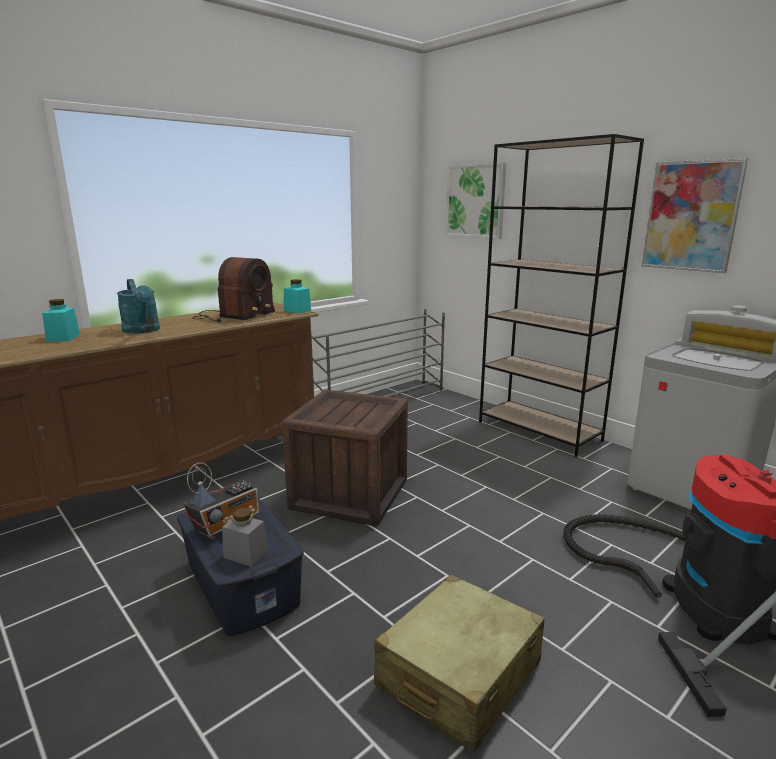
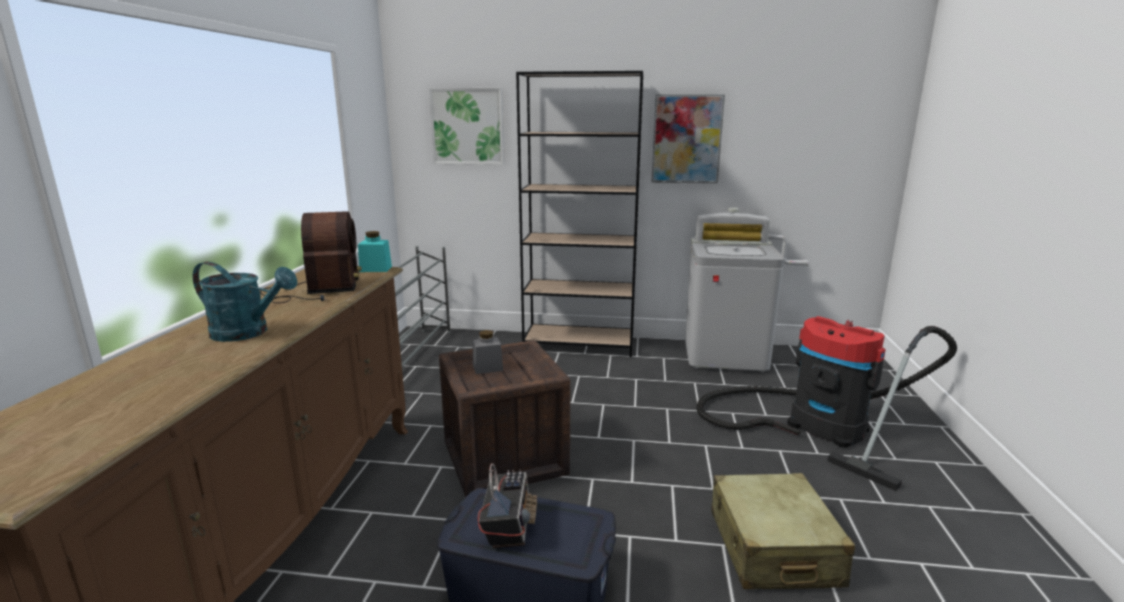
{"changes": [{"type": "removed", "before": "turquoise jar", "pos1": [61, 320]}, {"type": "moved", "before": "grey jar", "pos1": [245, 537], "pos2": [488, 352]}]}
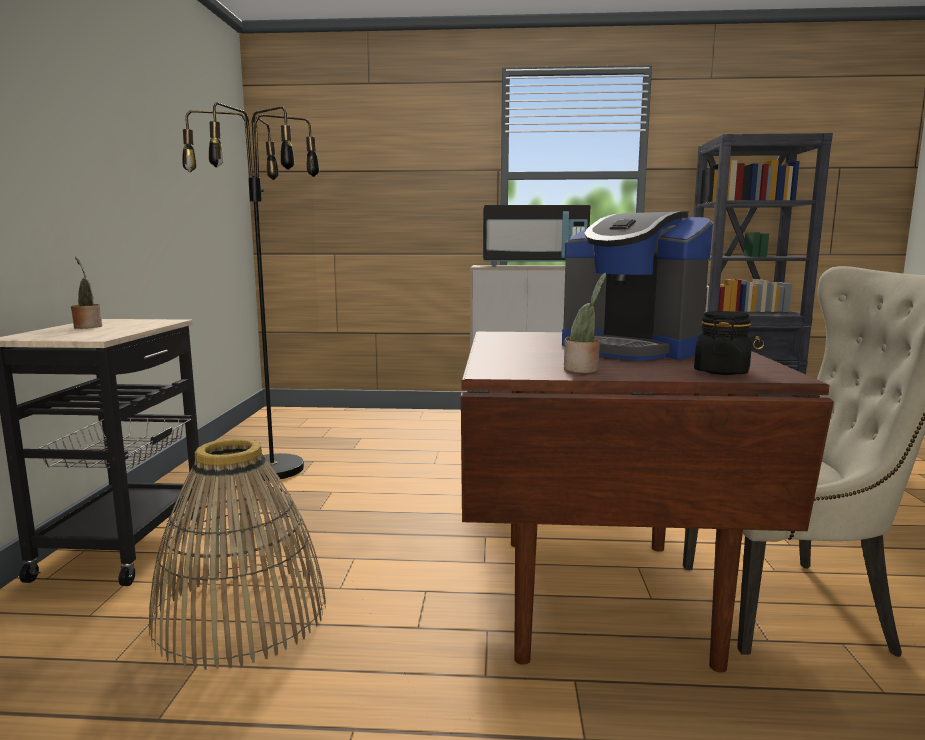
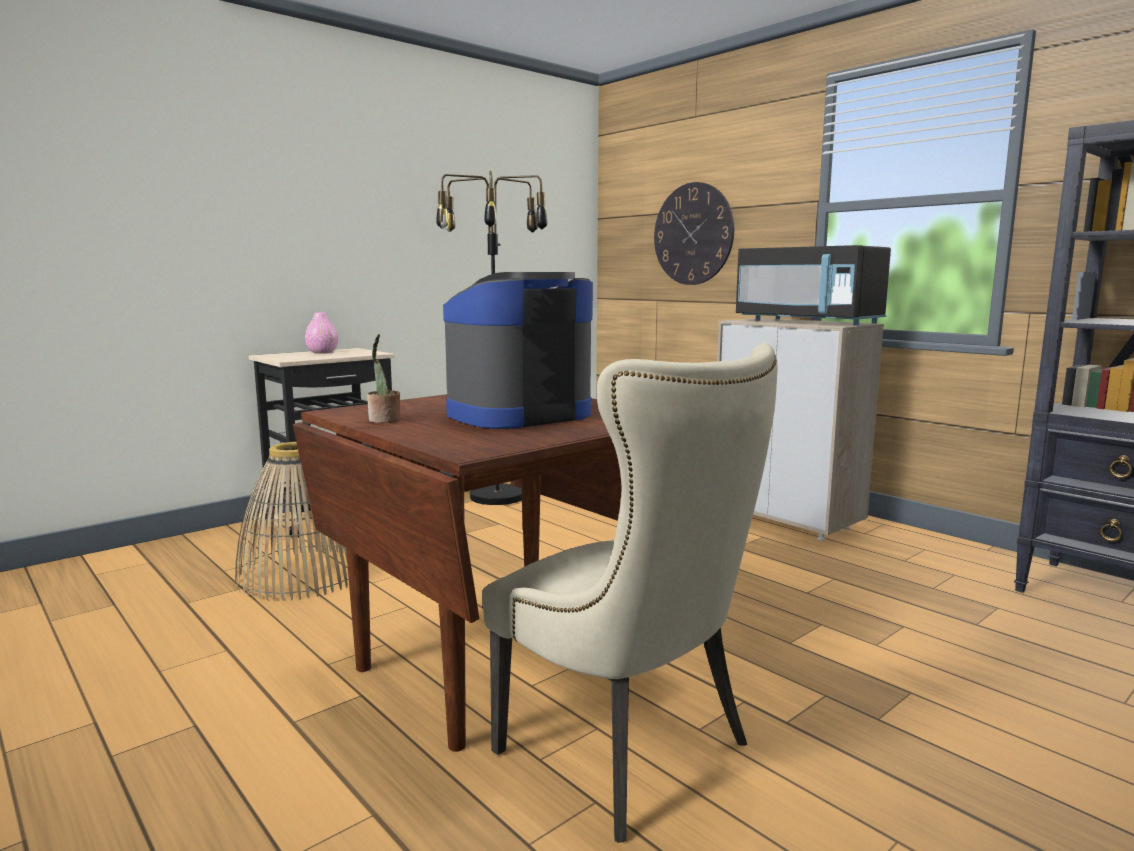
{"changes": [{"type": "turned", "before": "coffee machine", "pos1": [637, 286], "pos2": [518, 350], "turn": 60}, {"type": "replaced", "before": "potted plant", "after": "pink vase", "pos1": [86, 293], "pos2": [321, 333]}, {"type": "removed", "before": "black jar", "pos1": [723, 343]}, {"type": "added", "after": "wall clock", "pos2": [694, 233]}]}
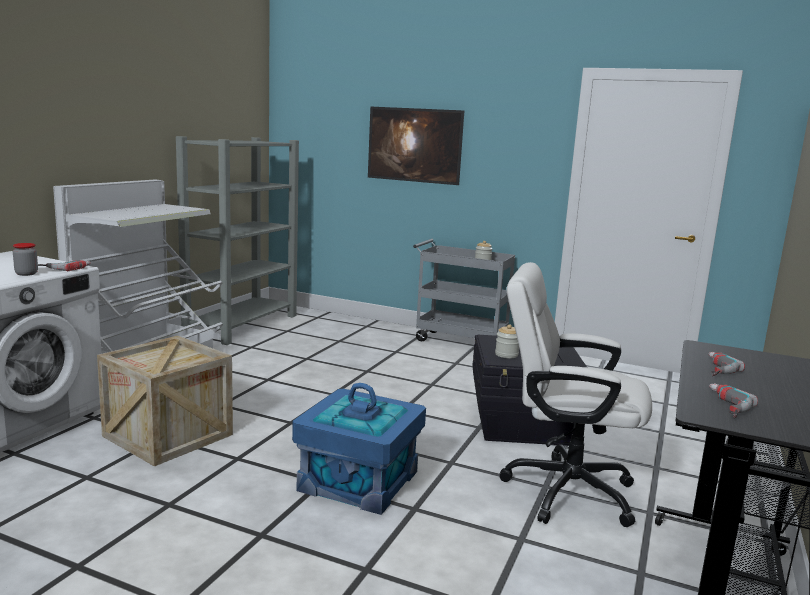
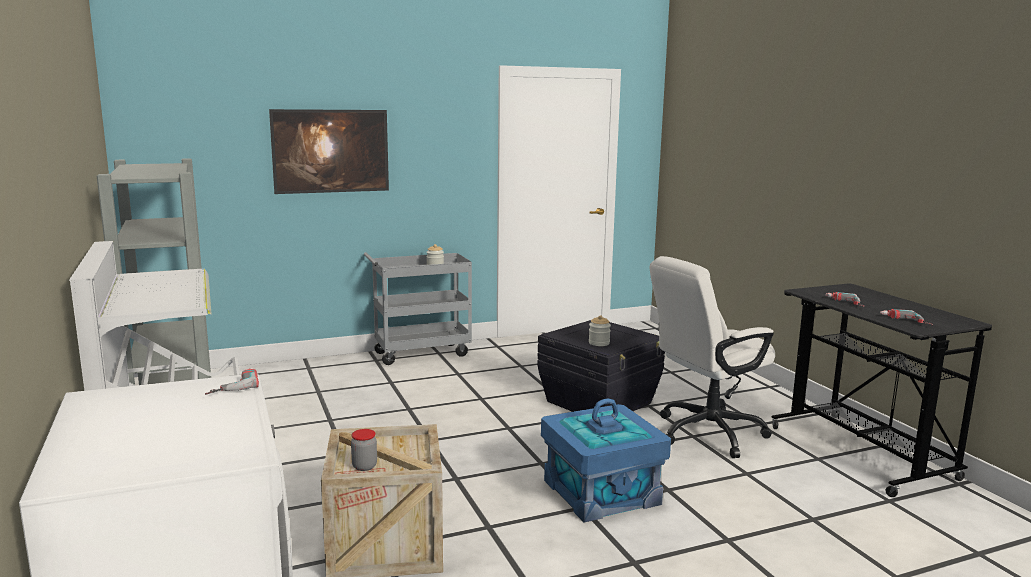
{"changes": [{"type": "moved", "before": "jar", "pos1": [25, 259], "pos2": [364, 450]}]}
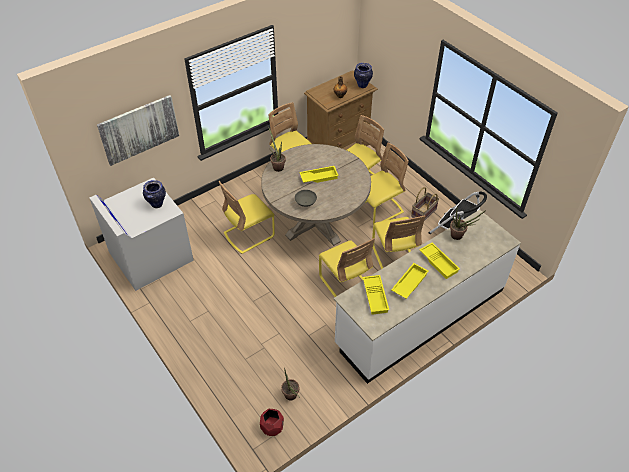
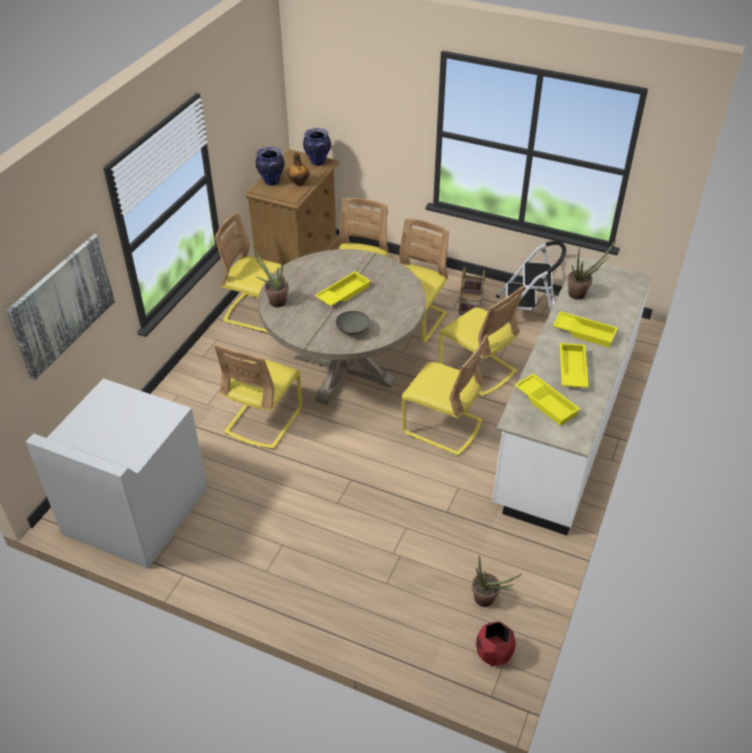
{"changes": [{"type": "moved", "before": "vase", "pos1": [154, 194], "pos2": [270, 166]}]}
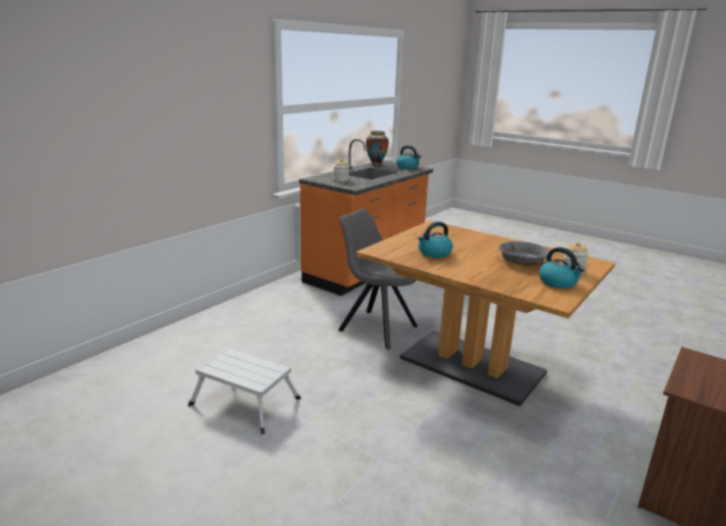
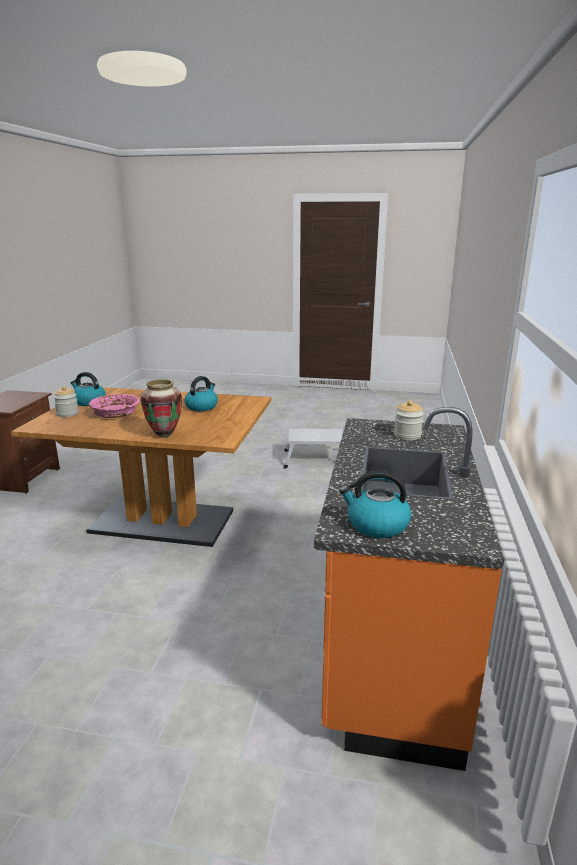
{"changes": [{"type": "moved", "before": "vase", "pos1": [377, 148], "pos2": [161, 408]}, {"type": "removed", "before": "grey chair", "pos1": [378, 279]}, {"type": "recoloured", "before": "grey bowl", "after": "pink bowl", "pos1": [523, 253], "pos2": [114, 406]}]}
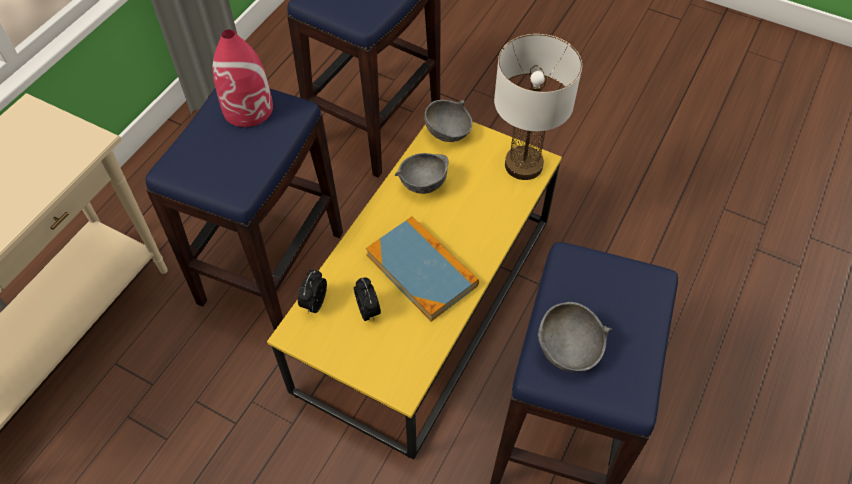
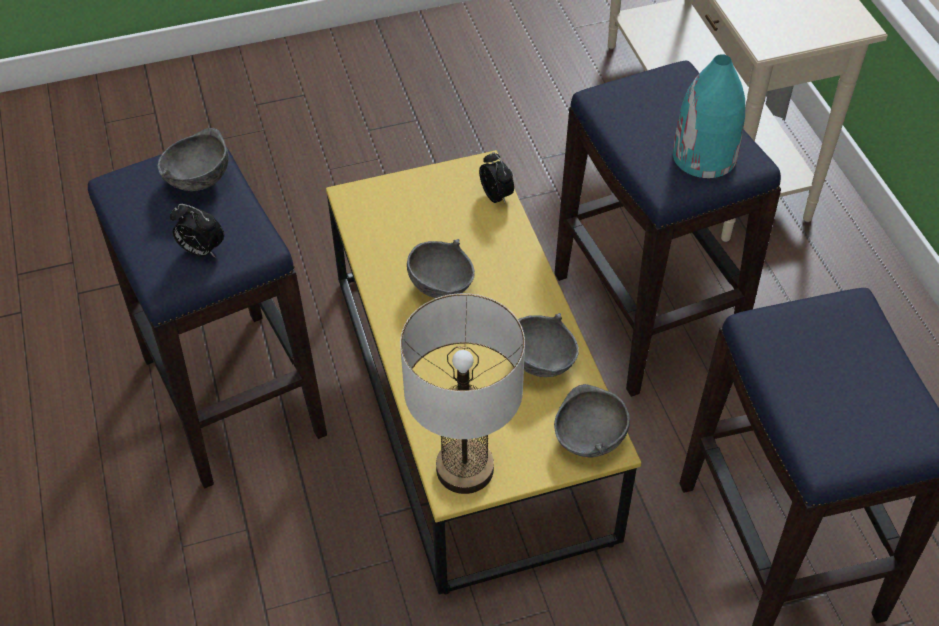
{"changes": [{"type": "recoloured", "before": "red vase", "after": "turquoise vase", "pos1": [243, 78], "pos2": [709, 116]}, {"type": "replaced", "before": "book", "after": "grey bowl", "pos1": [422, 268], "pos2": [441, 268]}, {"type": "moved", "before": "alarm clock", "pos1": [367, 299], "pos2": [197, 230]}]}
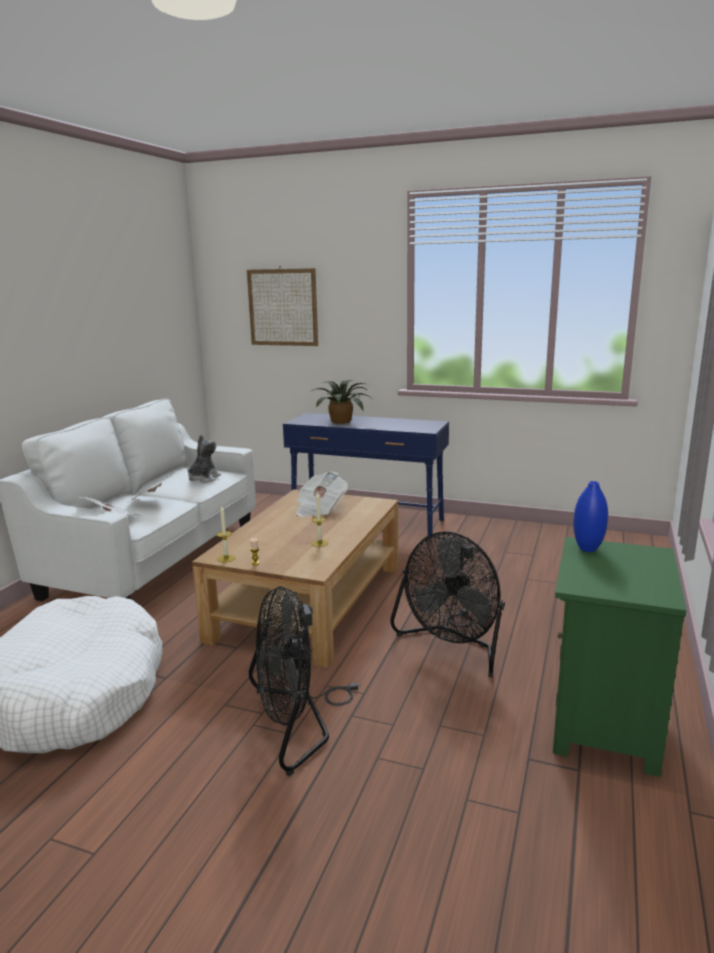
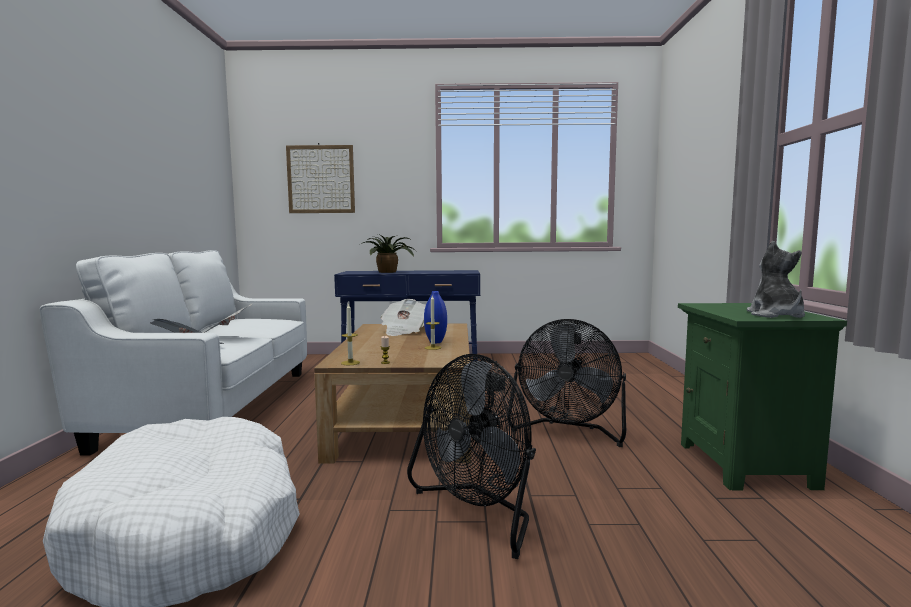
{"changes": [{"type": "moved", "before": "plush toy", "pos1": [204, 458], "pos2": [775, 279]}, {"type": "moved", "before": "blue vase", "pos1": [590, 516], "pos2": [435, 317]}]}
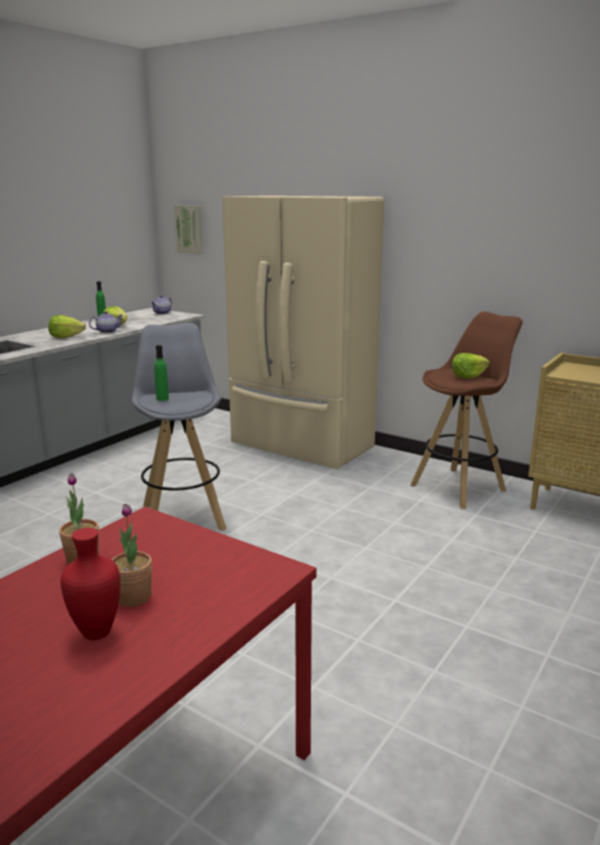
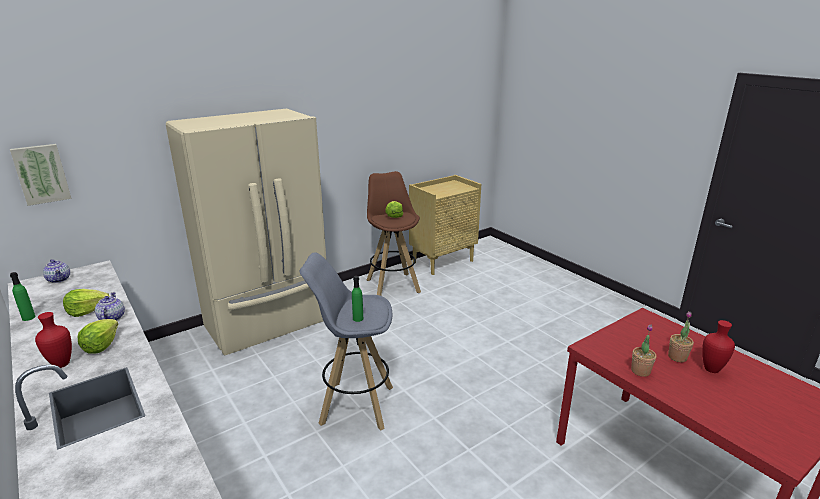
{"changes": [{"type": "added", "after": "red vase", "pos2": [53, 340]}]}
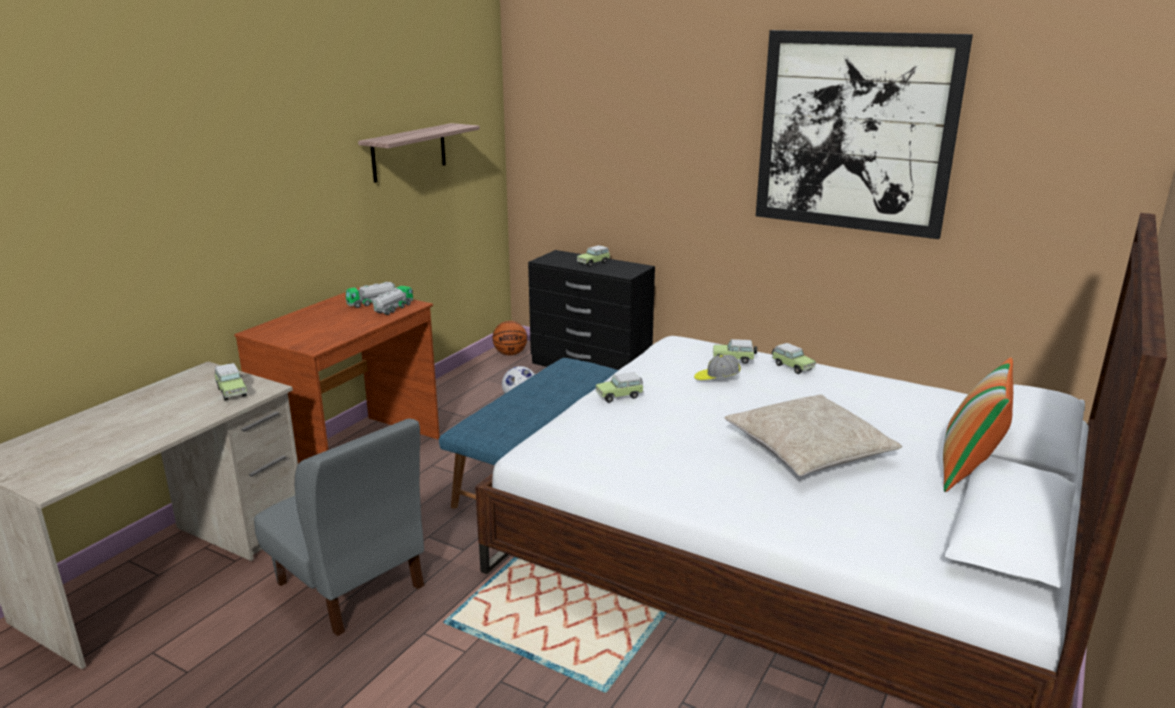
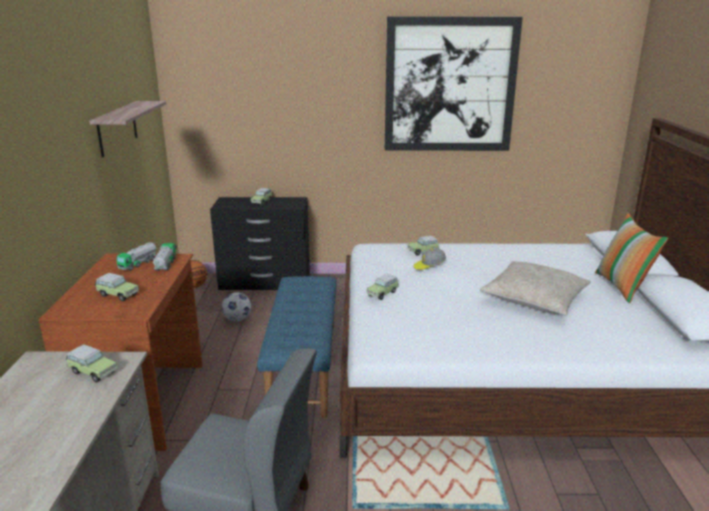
{"changes": [{"type": "moved", "before": "toy car", "pos1": [794, 358], "pos2": [117, 287]}]}
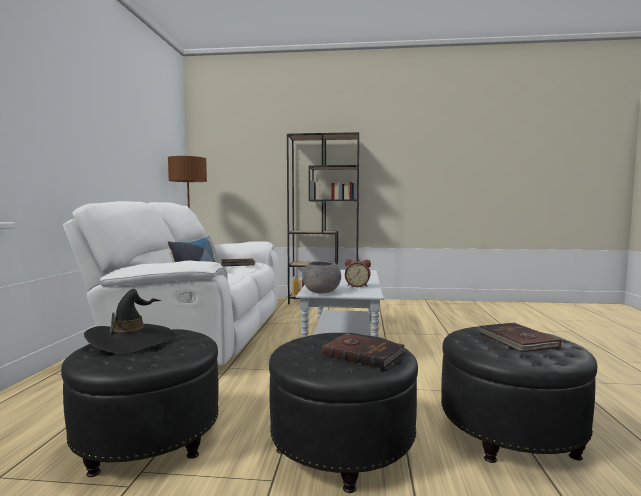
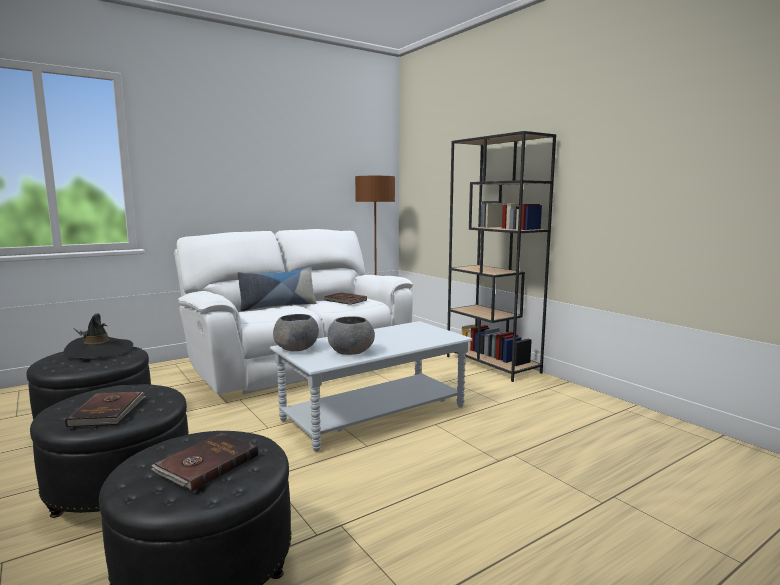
{"changes": [{"type": "replaced", "before": "alarm clock", "after": "grey bowl", "pos1": [358, 273], "pos2": [351, 335]}]}
